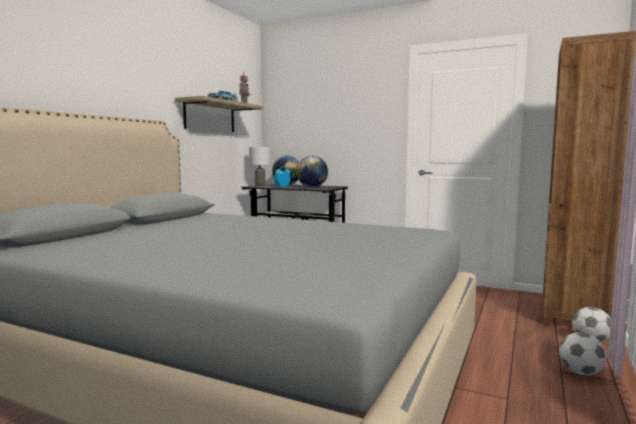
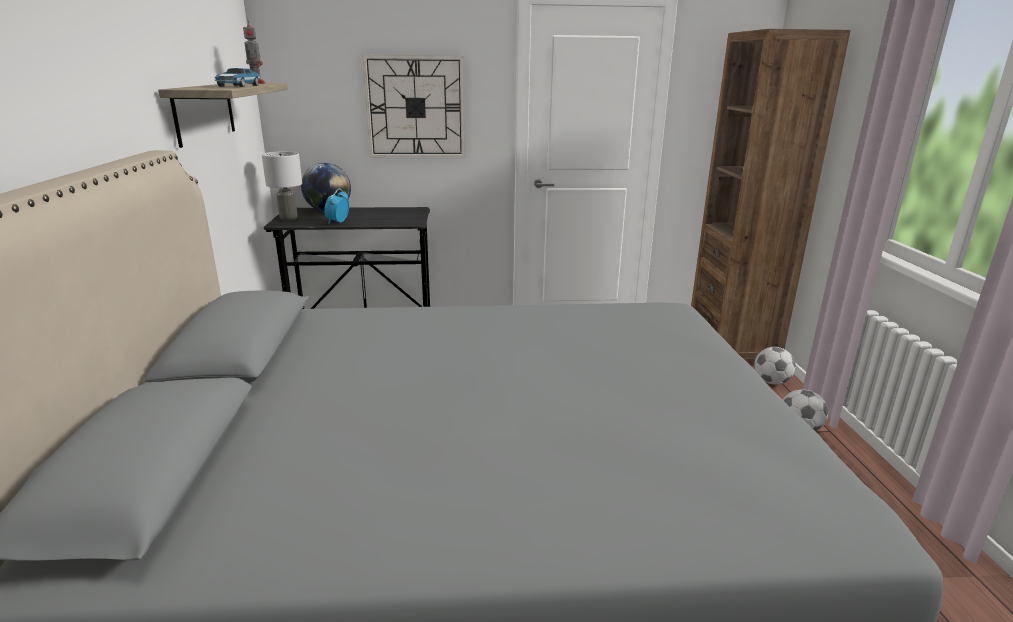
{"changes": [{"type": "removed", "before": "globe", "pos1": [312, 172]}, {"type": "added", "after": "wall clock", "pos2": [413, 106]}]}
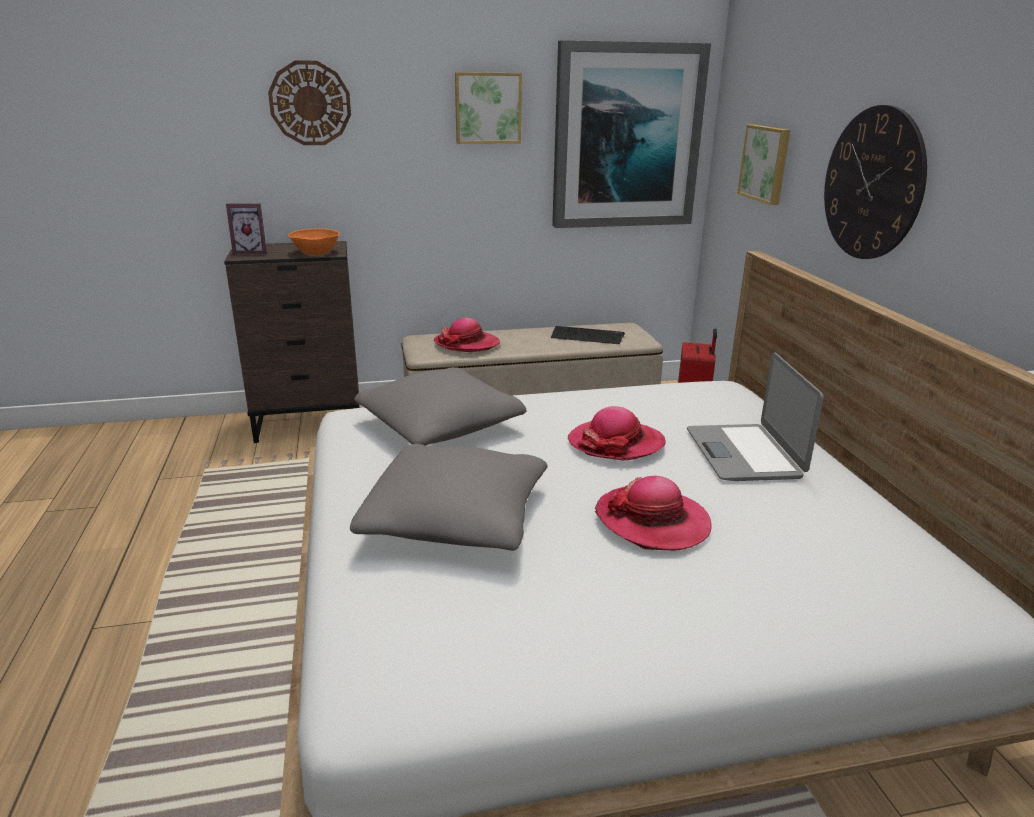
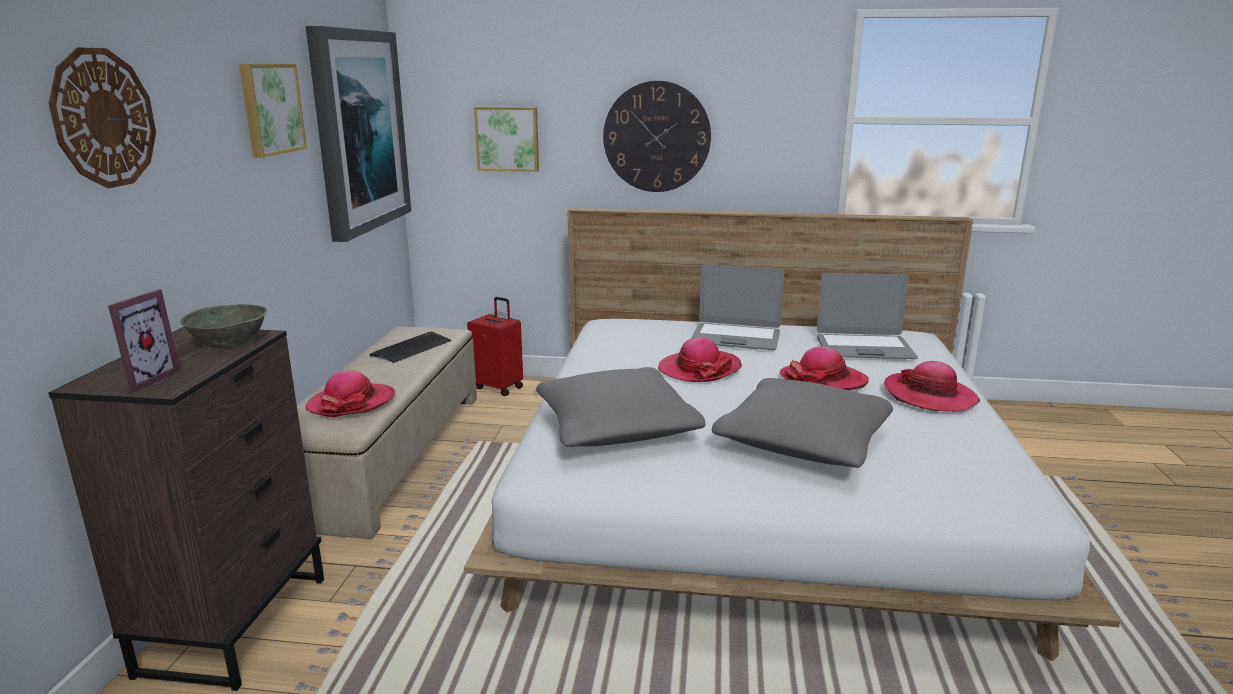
{"changes": [{"type": "recoloured", "before": "orange bowl", "after": "grey bowl", "pos1": [314, 241], "pos2": [223, 326]}, {"type": "added", "after": "laptop", "pos2": [867, 316]}, {"type": "added", "after": "hat", "pos2": [932, 386]}]}
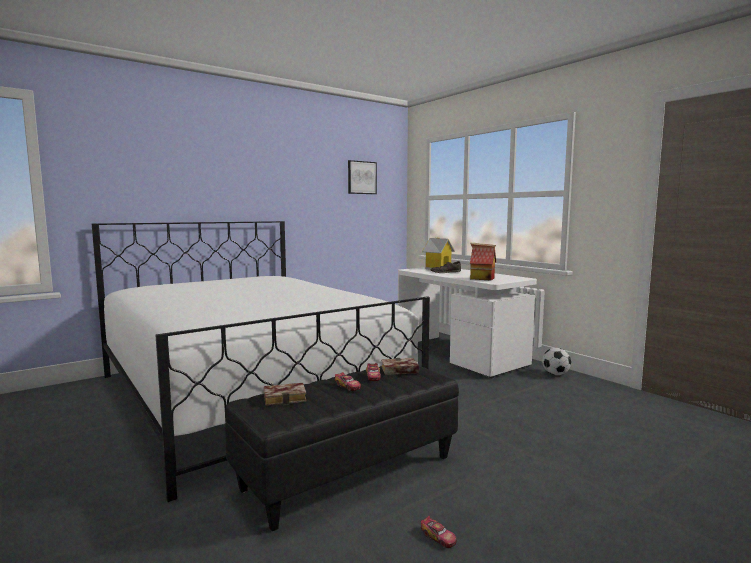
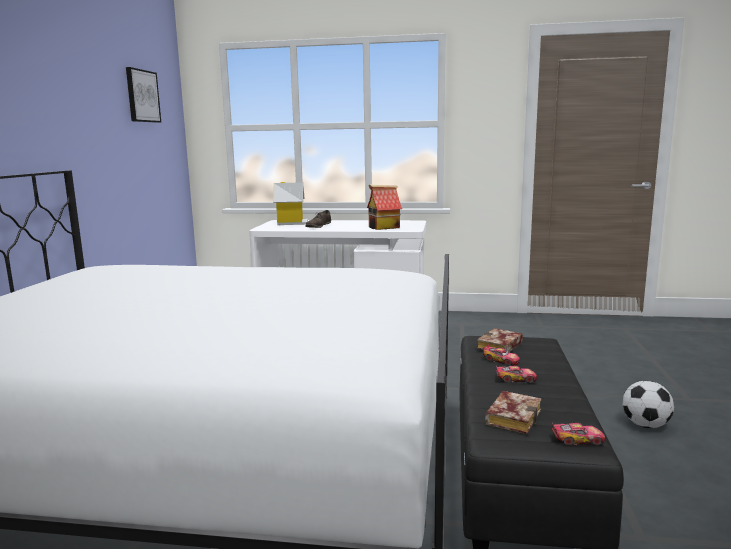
{"changes": [{"type": "moved", "before": "football", "pos1": [556, 361], "pos2": [648, 404]}, {"type": "moved", "before": "toy car", "pos1": [439, 532], "pos2": [578, 434]}]}
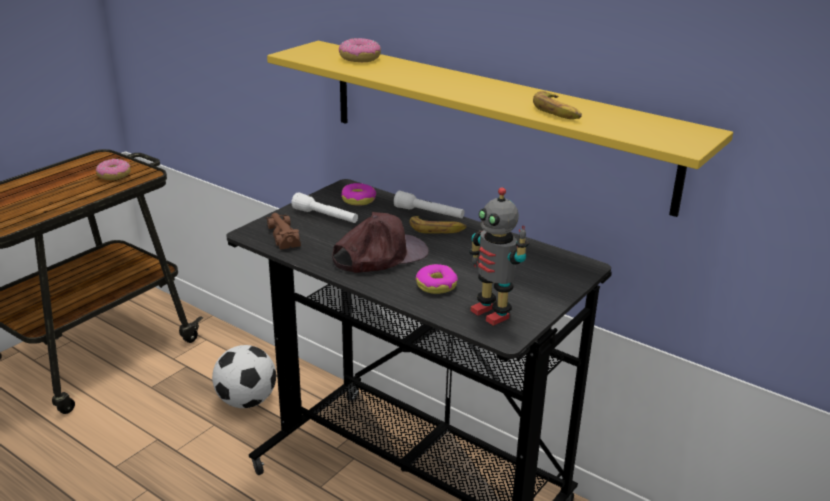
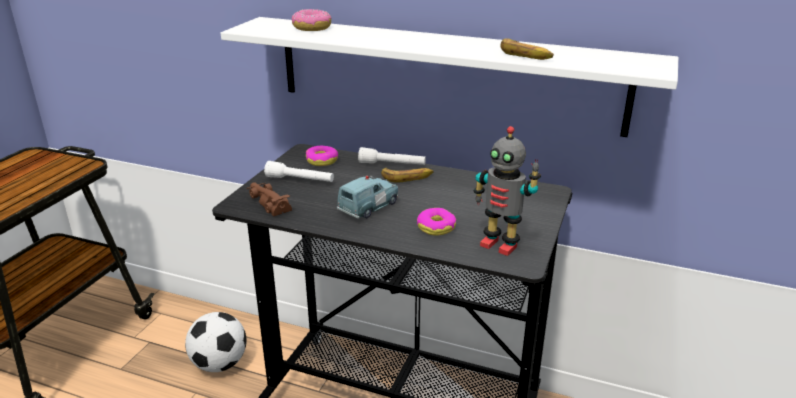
{"changes": [{"type": "recoloured", "before": "yellow shelf", "after": "white shelf", "pos1": [500, 129], "pos2": [449, 77]}, {"type": "removed", "before": "donut", "pos1": [113, 169]}, {"type": "replaced", "before": "brown cap", "after": "blue toy car", "pos1": [380, 242], "pos2": [367, 197]}]}
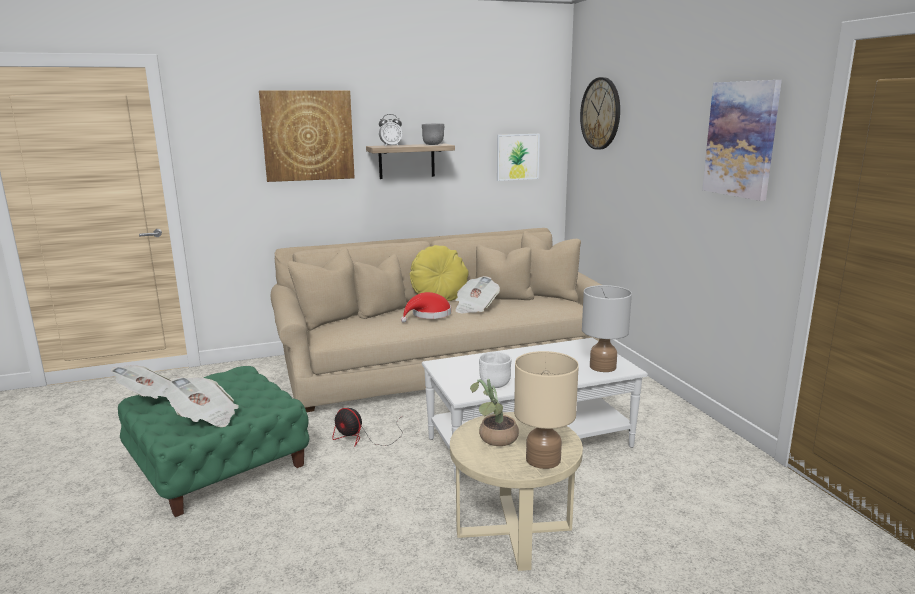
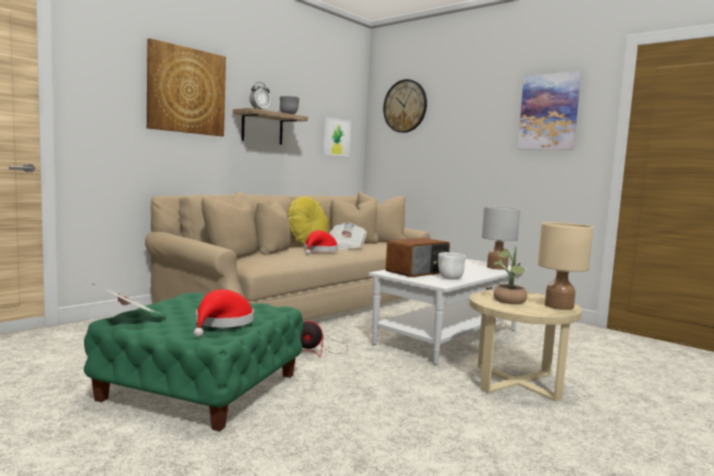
{"changes": [{"type": "replaced", "before": "newspaper", "after": "red hat", "pos1": [202, 402], "pos2": [224, 313]}, {"type": "added", "after": "radio", "pos2": [418, 257]}]}
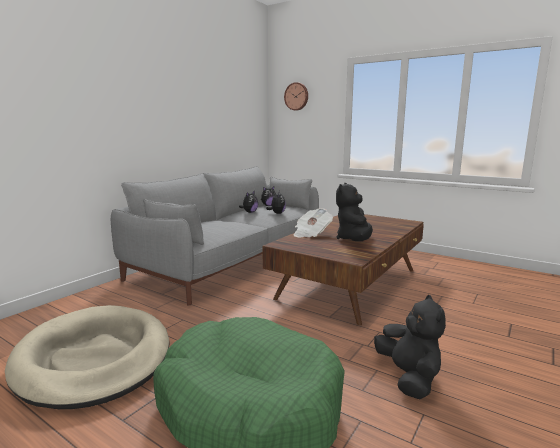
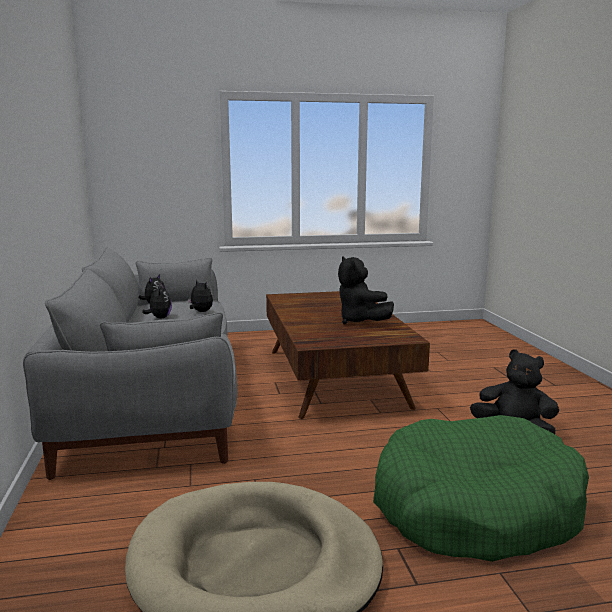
{"changes": [{"type": "removed", "before": "wall clock", "pos1": [296, 96]}, {"type": "removed", "before": "newspaper", "pos1": [313, 222]}]}
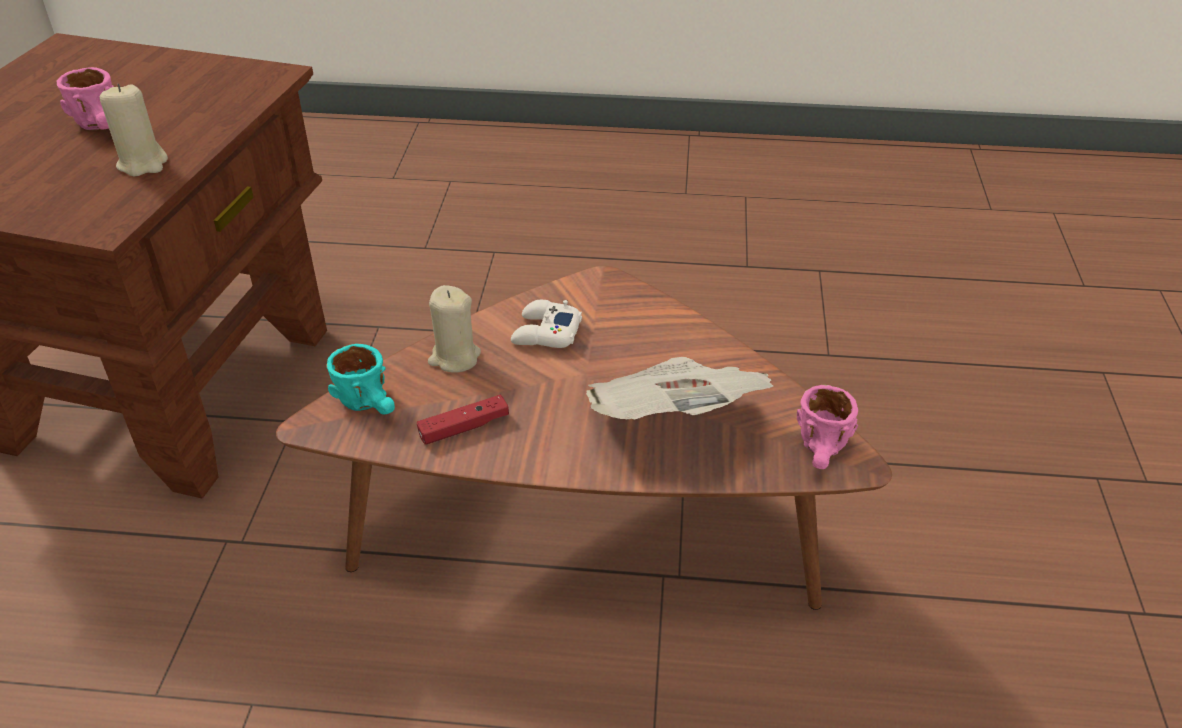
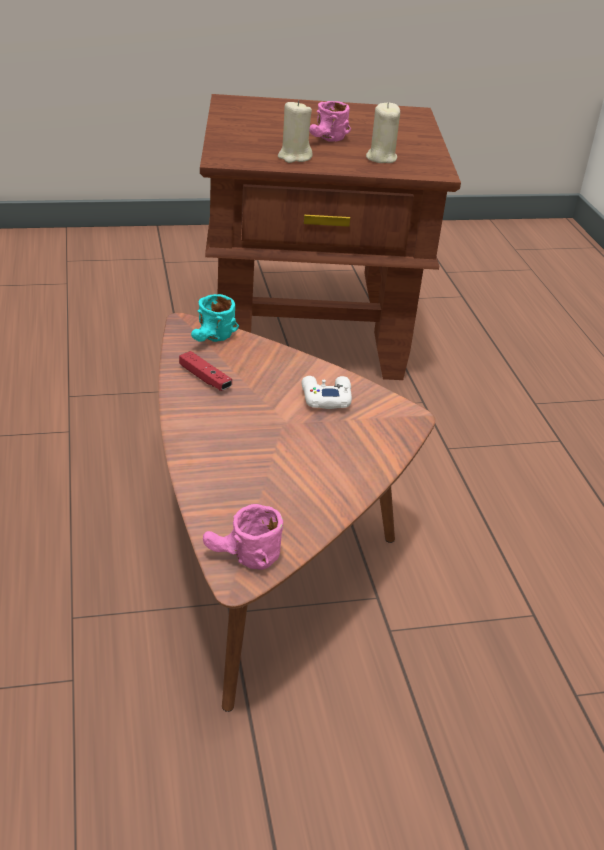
{"changes": [{"type": "moved", "before": "beige candle", "pos1": [454, 328], "pos2": [383, 132]}, {"type": "removed", "before": "newspaper", "pos1": [679, 388]}]}
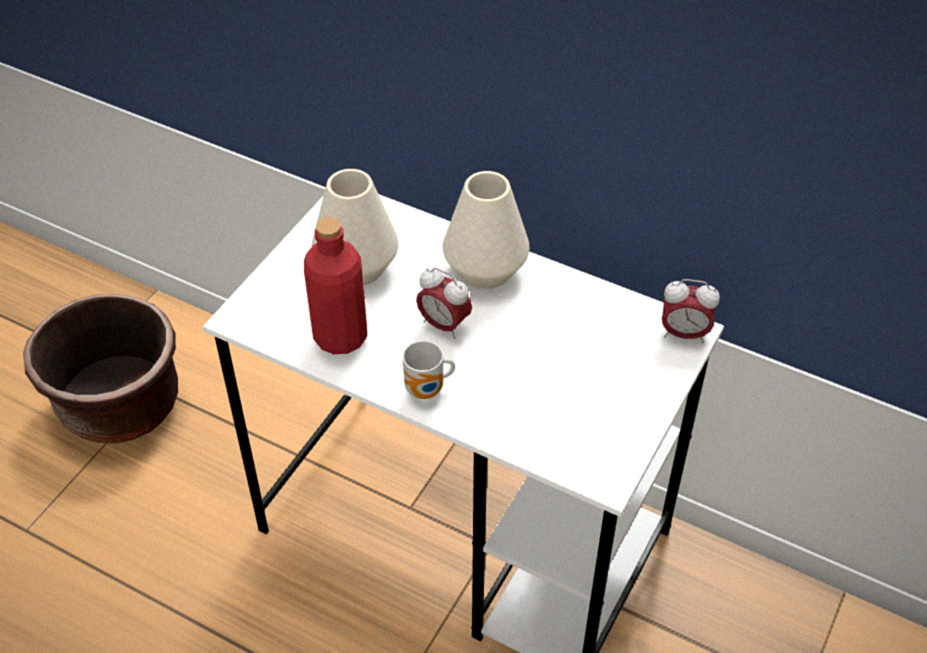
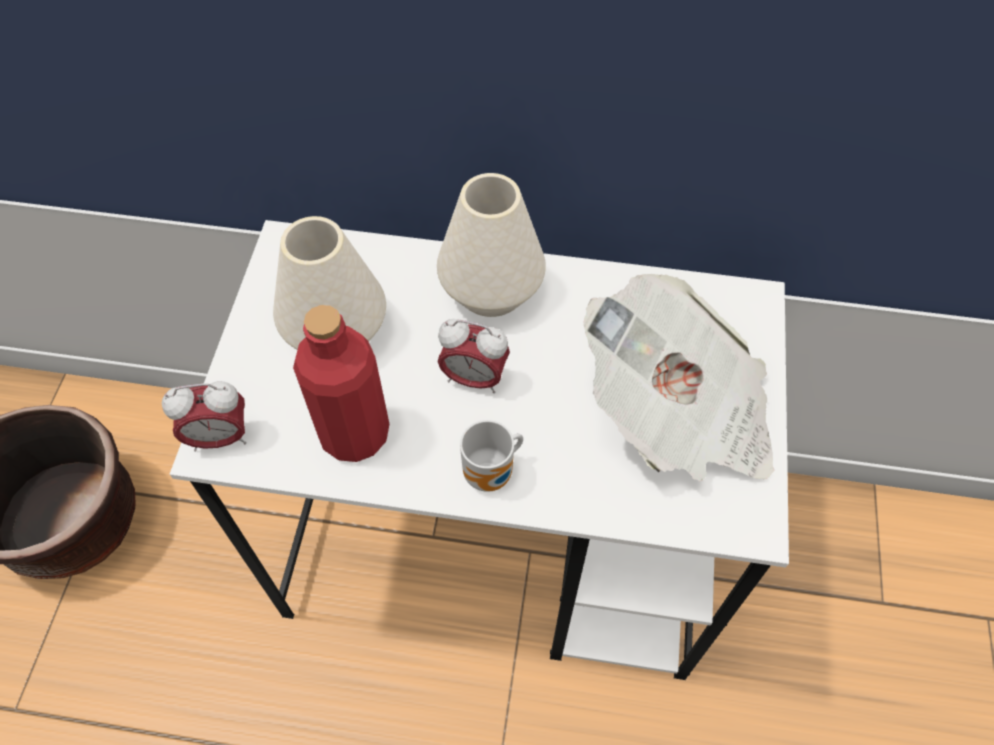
{"changes": [{"type": "moved", "before": "alarm clock", "pos1": [691, 311], "pos2": [204, 416]}, {"type": "added", "after": "newspaper", "pos2": [679, 377]}]}
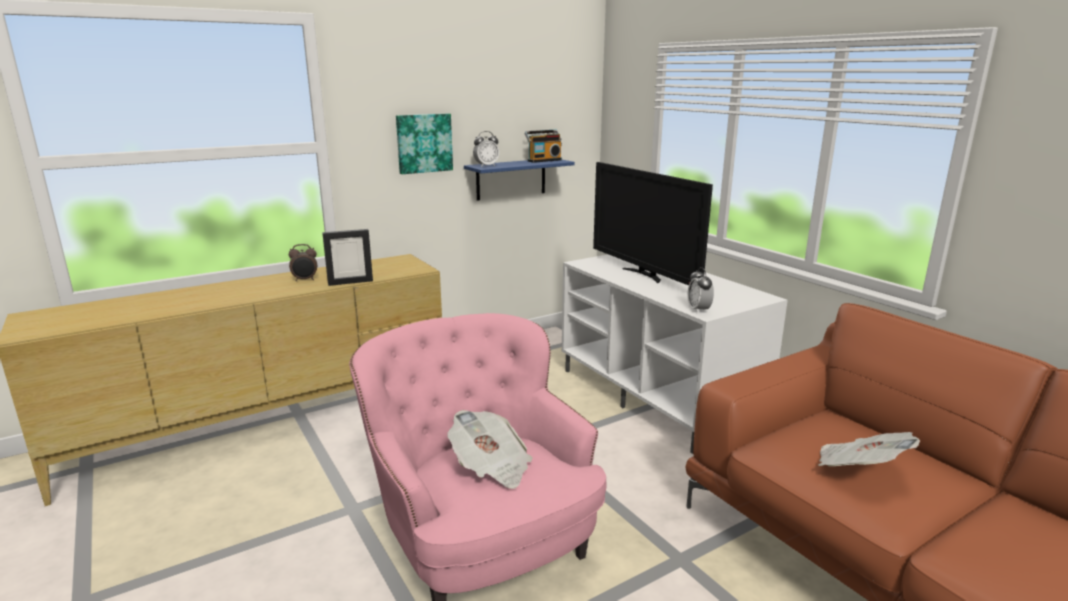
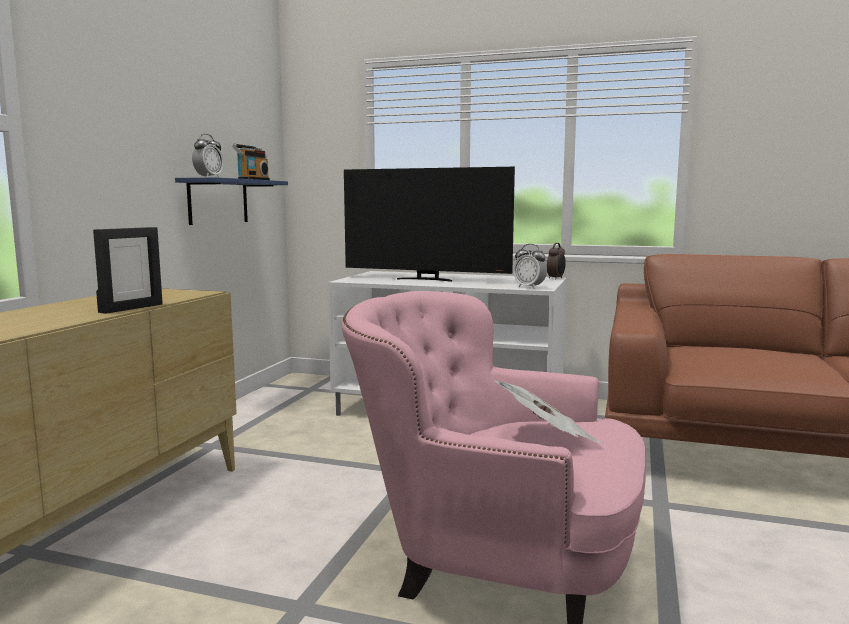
{"changes": [{"type": "removed", "before": "picture", "pos1": [424, 144]}, {"type": "moved", "before": "alarm clock", "pos1": [303, 262], "pos2": [556, 261]}, {"type": "removed", "before": "newspaper", "pos1": [869, 449]}]}
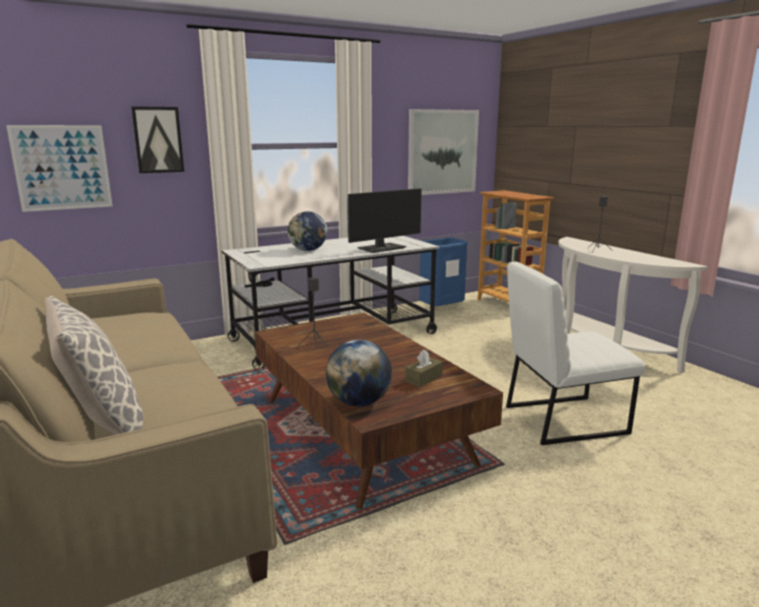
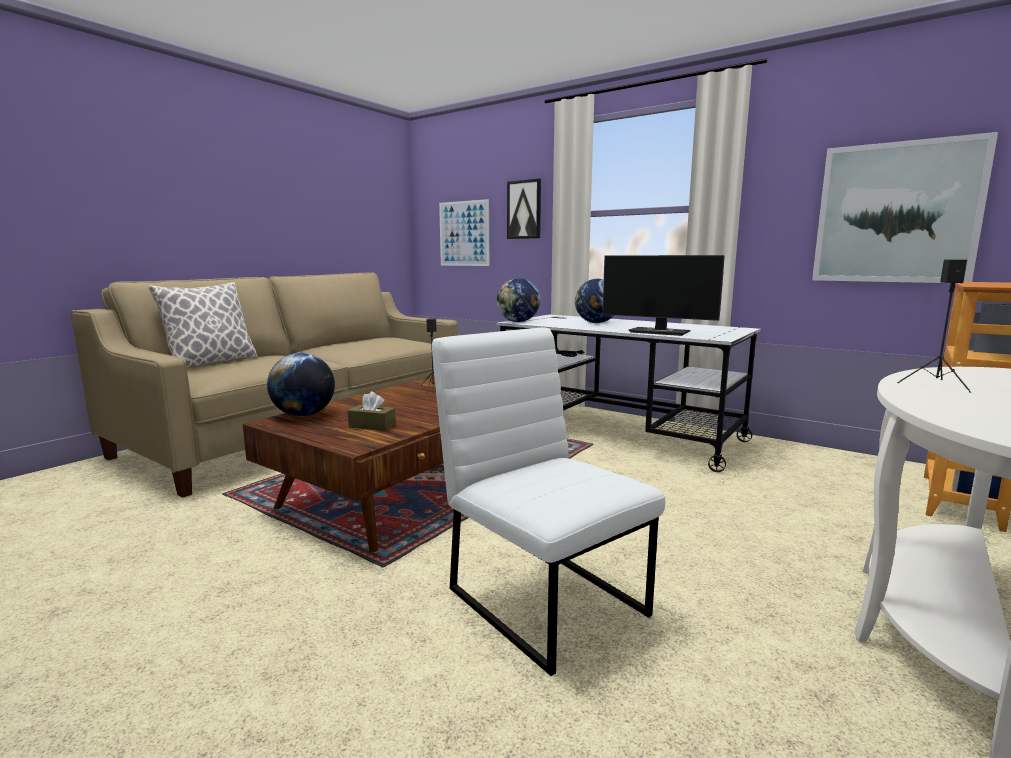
{"changes": [{"type": "removed", "before": "blue trash can", "pos1": [443, 272]}, {"type": "added", "after": "globe", "pos2": [518, 300]}]}
